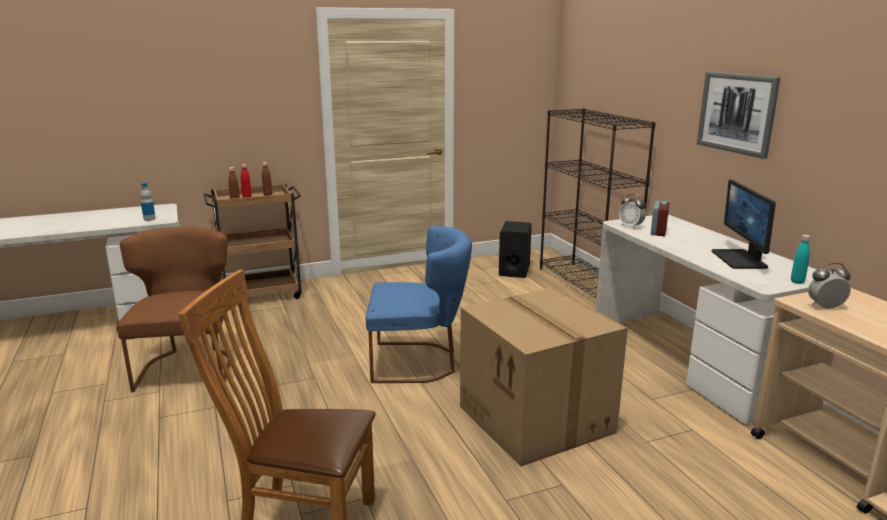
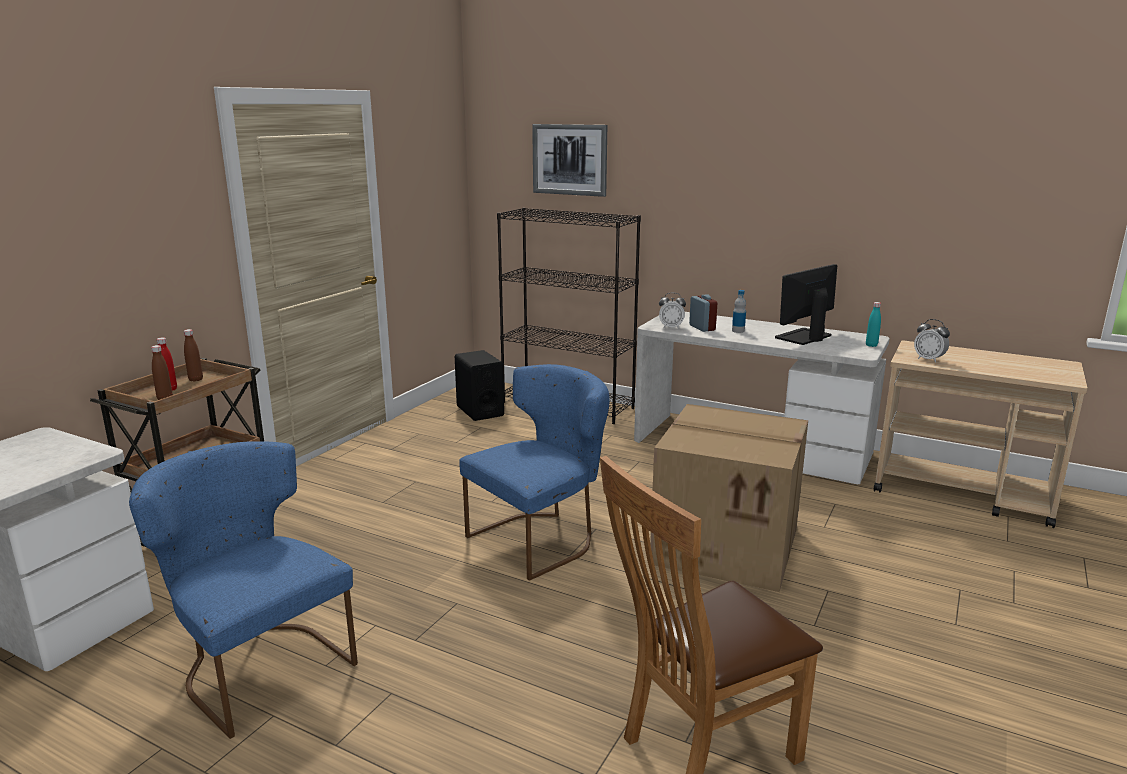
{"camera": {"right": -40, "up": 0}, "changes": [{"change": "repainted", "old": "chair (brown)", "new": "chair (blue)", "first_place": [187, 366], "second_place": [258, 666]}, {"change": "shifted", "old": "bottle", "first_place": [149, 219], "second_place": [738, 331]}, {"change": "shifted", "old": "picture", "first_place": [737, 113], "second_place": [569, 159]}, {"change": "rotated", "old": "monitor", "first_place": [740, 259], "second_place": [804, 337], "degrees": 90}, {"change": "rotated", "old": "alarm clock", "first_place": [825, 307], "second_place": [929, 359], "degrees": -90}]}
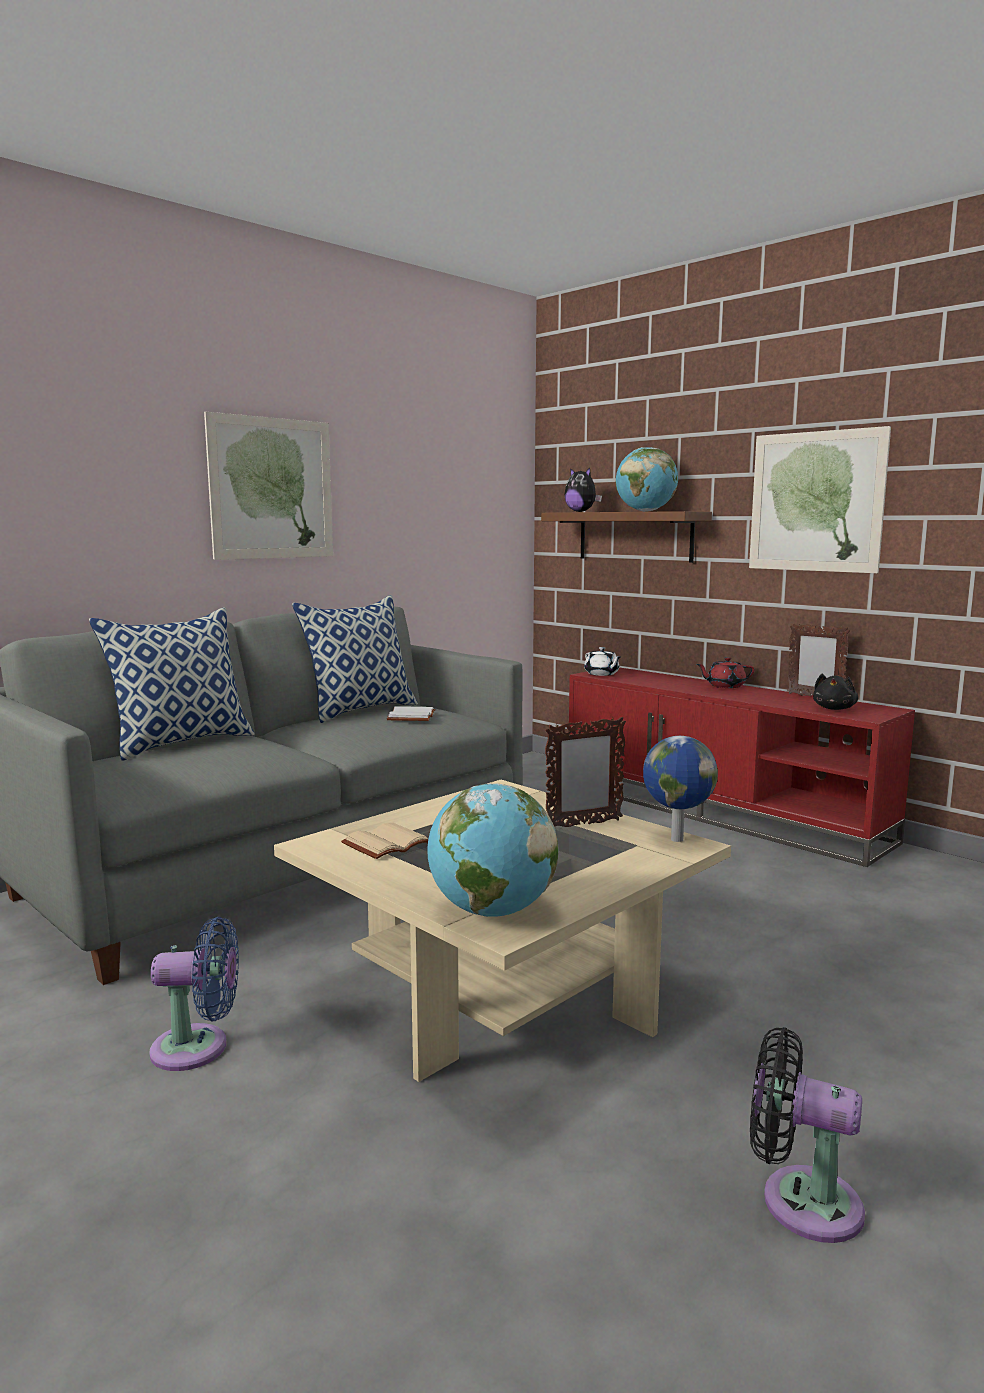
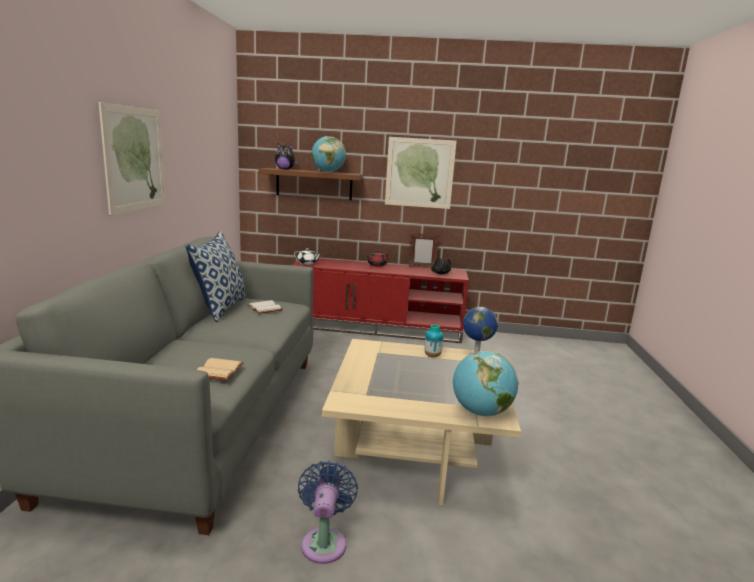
{"camera": {"right": -40, "up": 5}, "changes": [{"change": "gone", "old": "pillow", "first_place": [181, 743]}, {"change": "rotated", "old": "fan (blue)", "first_place": [198, 1048], "second_place": [324, 541], "degrees": -45}, {"change": "shifted", "old": "book (beige)", "first_place": [386, 843], "second_place": [218, 370]}, {"change": "swapped", "old": "picture frame", "new": "vase", "first_place": [583, 824], "second_place": [432, 356]}, {"change": "gone", "old": "fan (black)", "first_place": [800, 1200]}]}
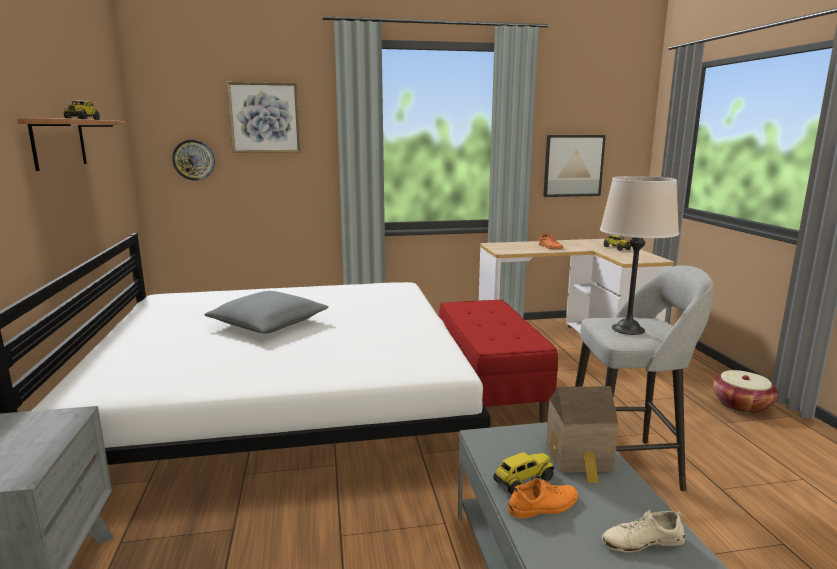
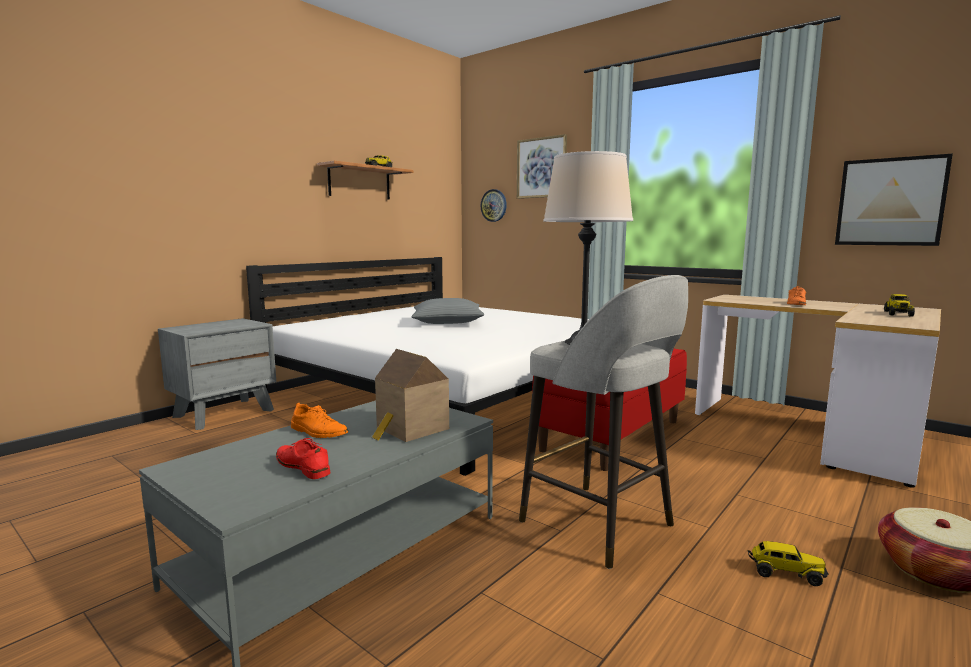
{"camera": {"right": 50, "up": -5}, "changes": [{"change": "shifted", "old": "toy truck", "first_place": [522, 481], "second_place": [785, 573]}, {"change": "repainted", "old": "shoe (beige)", "new": "shoe (red)", "first_place": [642, 541], "second_place": [303, 467]}]}
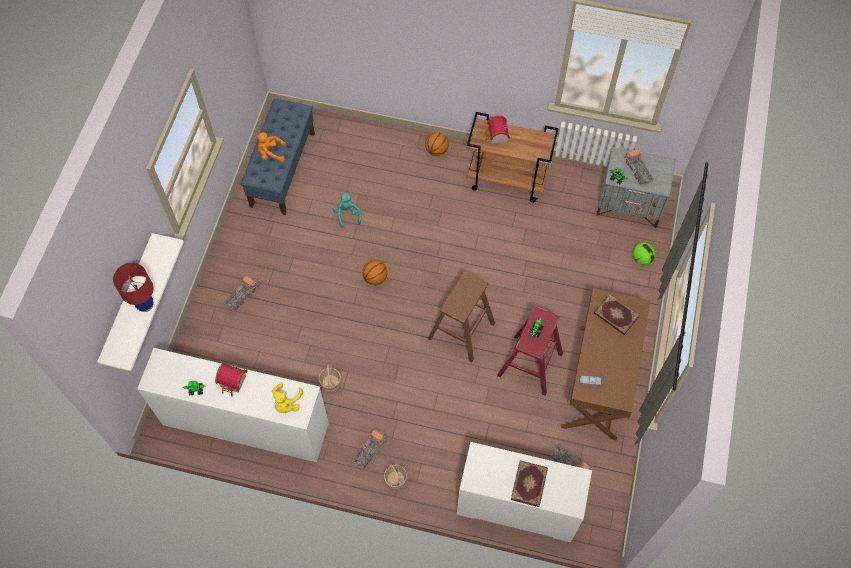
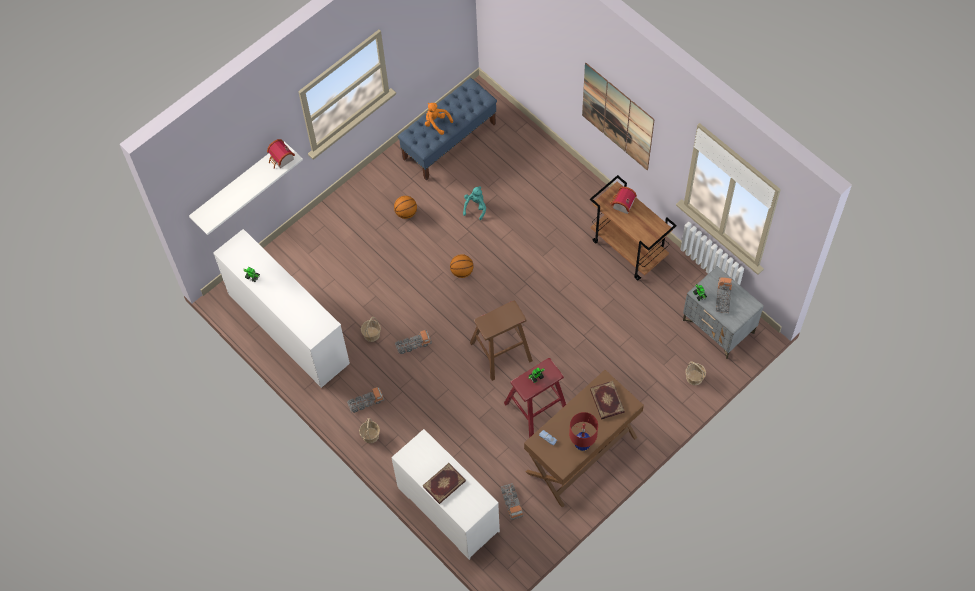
{"camera": {"right": 35, "up": 0}, "changes": [{"change": "shifted", "old": "table lamp (red)", "first_place": [145, 305], "second_place": [582, 445]}, {"change": "shifted", "old": "toy house", "first_place": [233, 382], "second_place": [281, 159]}, {"change": "shifted", "old": "toy truck", "first_place": [241, 295], "second_place": [413, 344]}, {"change": "gone", "old": "plush toy (yellow)", "first_place": [286, 403]}, {"change": "shifted", "old": "basketball", "first_place": [436, 150], "second_place": [406, 213]}, {"change": "swapped", "old": "football", "new": "basket", "first_place": [642, 259], "second_place": [694, 377]}, {"change": "new", "new": "picture", "second_place": [617, 116]}]}
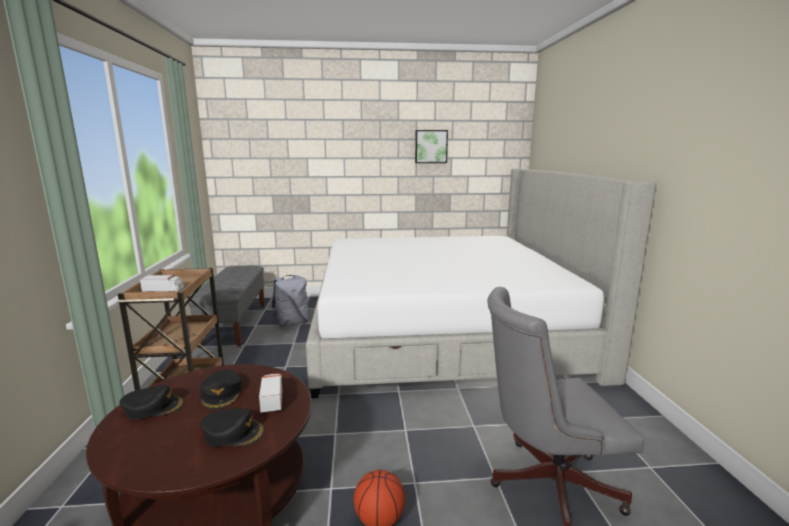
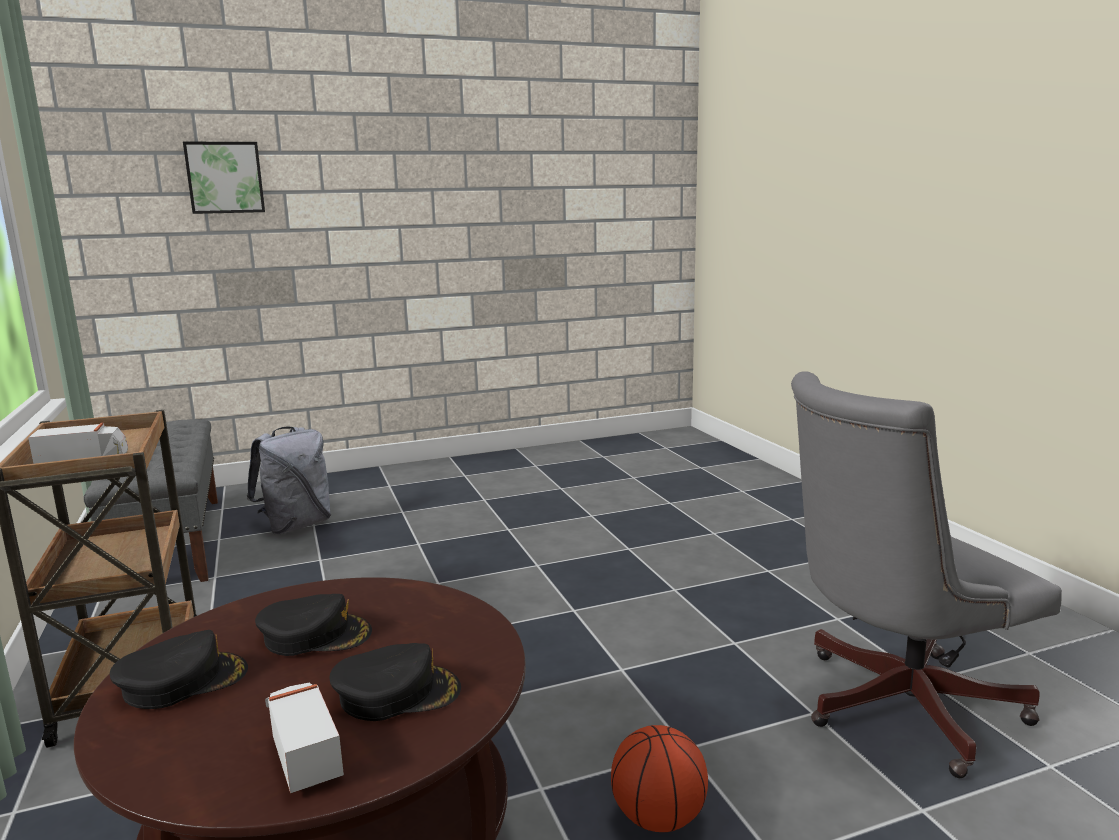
{"camera": {"right": -15, "up": 0}, "changes": [{"change": "rotated", "old": "cap (black)", "first_place": [222, 393], "second_place": [316, 635], "degrees": -60}, {"change": "shifted", "old": "toy truck", "first_place": [272, 400], "second_place": [304, 753]}, {"change": "gone", "old": "bed", "first_place": [442, 331]}, {"change": "shifted", "old": "picture", "first_place": [431, 146], "second_place": [225, 178]}]}
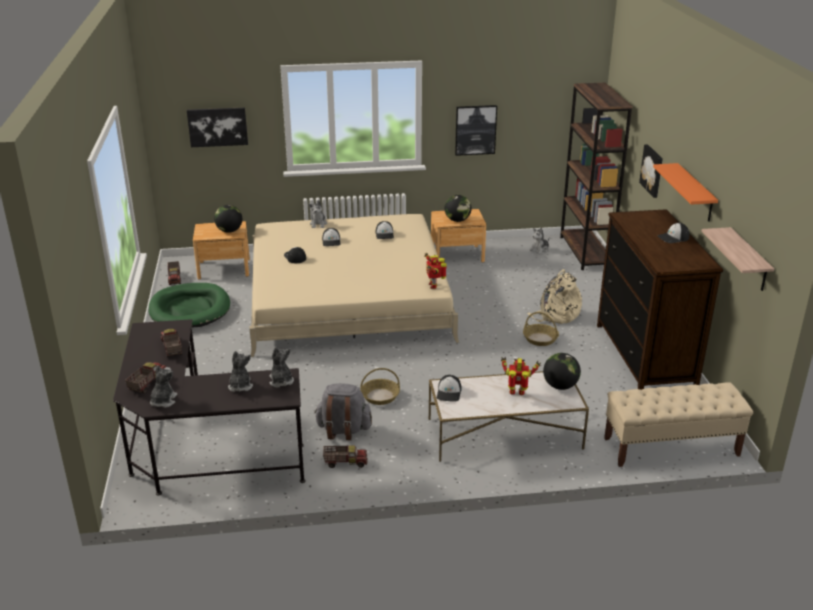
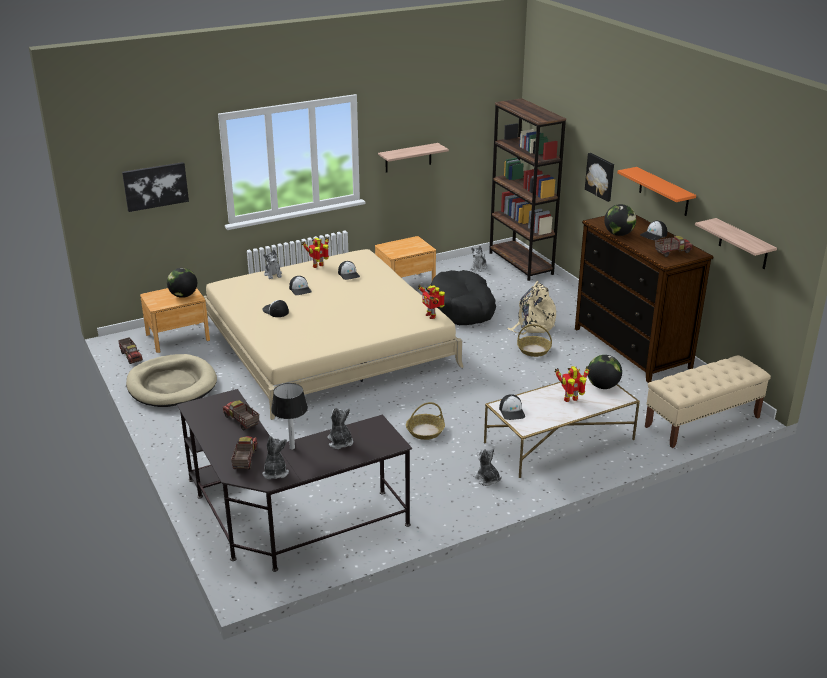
{"camera": {"right": -20, "up": 0}, "changes": [{"change": "repainted", "old": "dog bed (green)", "new": "dog bed (beige)", "first_place": [190, 309], "second_place": [171, 385]}, {"change": "shifted", "old": "plush toy", "first_place": [281, 381], "second_place": [487, 479]}, {"change": "gone", "old": "backpack (grey)", "first_place": [343, 430]}, {"change": "shifted", "old": "toy truck", "first_place": [345, 462], "second_place": [672, 252]}, {"change": "shifted", "old": "globe", "first_place": [457, 220], "second_place": [618, 234]}, {"change": "swapped", "old": "picture", "new": "shelf", "first_place": [475, 130], "second_place": [408, 158]}, {"change": "new", "new": "table lamp", "second_place": [292, 448]}, {"change": "new", "new": "toy robot", "second_place": [318, 266]}, {"change": "new", "new": "dog bed (black)", "second_place": [461, 308]}]}
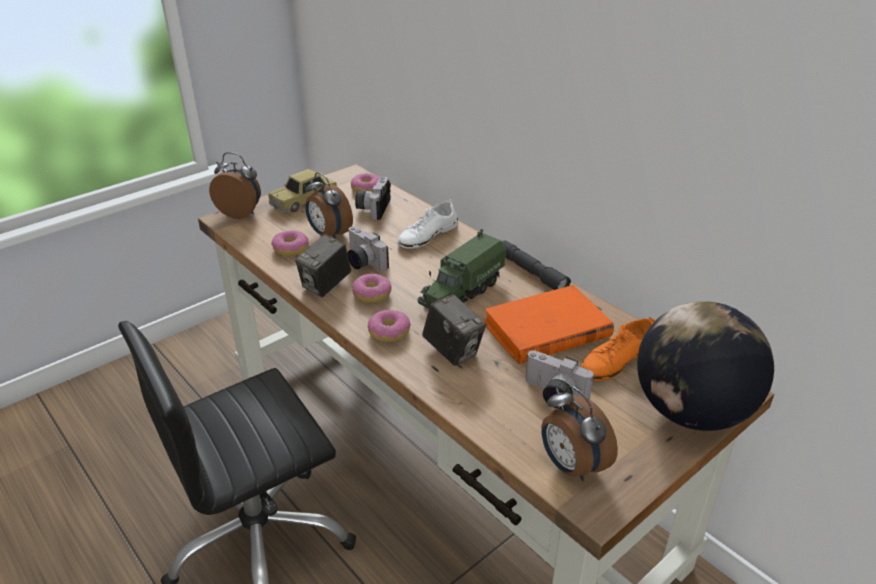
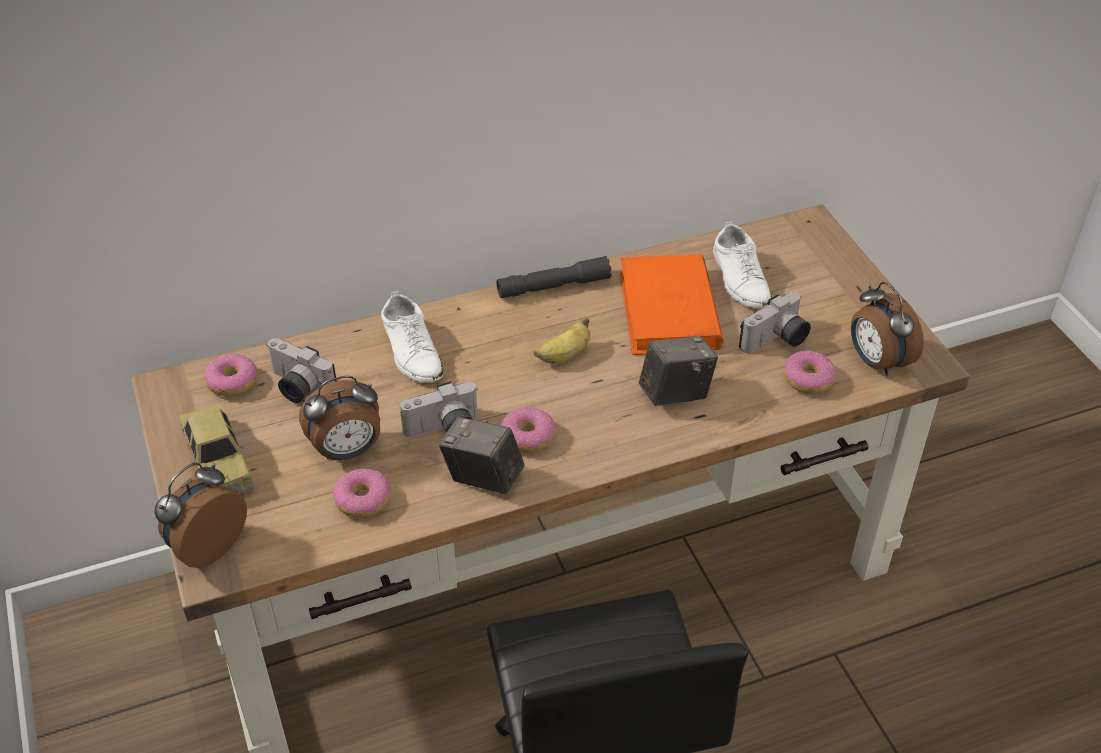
{"camera": {"right": -70, "up": 10}, "changes": [{"change": "rotated", "old": "photo camera", "first_place": [326, 285], "second_place": [483, 478], "degrees": 150}, {"change": "shifted", "old": "donut", "first_place": [389, 332], "second_place": [808, 379]}, {"change": "swapped", "old": "toy truck", "new": "banana", "first_place": [461, 292], "second_place": [564, 355]}, {"change": "rotated", "old": "alarm clock", "first_place": [570, 466], "second_place": [876, 362], "degrees": 75}, {"change": "repainted", "old": "shoe (orange)", "new": "shoe (white)", "first_place": [617, 360], "second_place": [740, 278]}, {"change": "gone", "old": "globe", "first_place": [690, 411]}]}
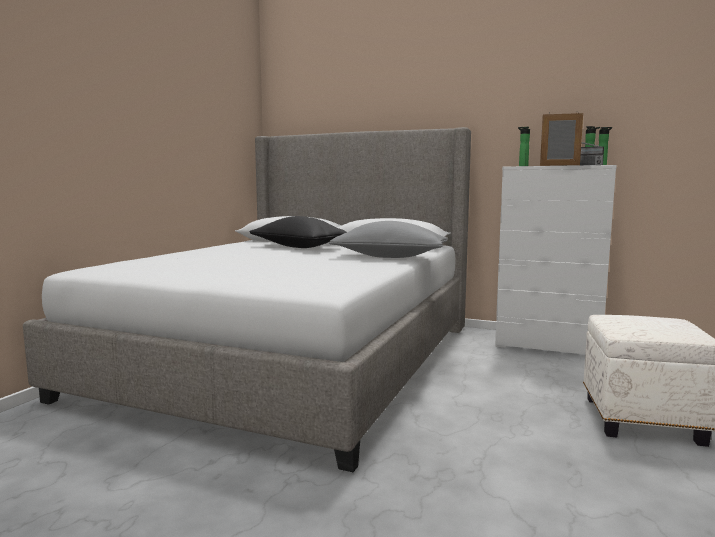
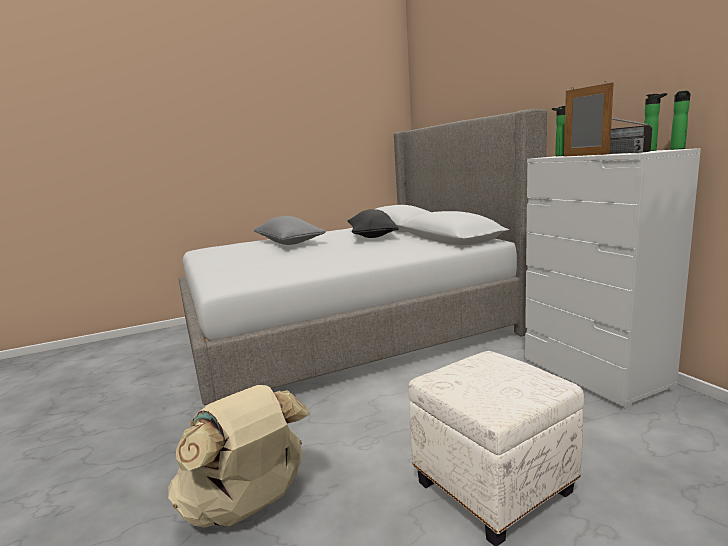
{"camera": {"right": 45, "up": 5}, "changes": [{"change": "shifted", "old": "pillow (grey)", "first_place": [390, 257], "second_place": [289, 243]}, {"change": "new", "new": "backpack (beige)", "second_place": [247, 506]}]}
